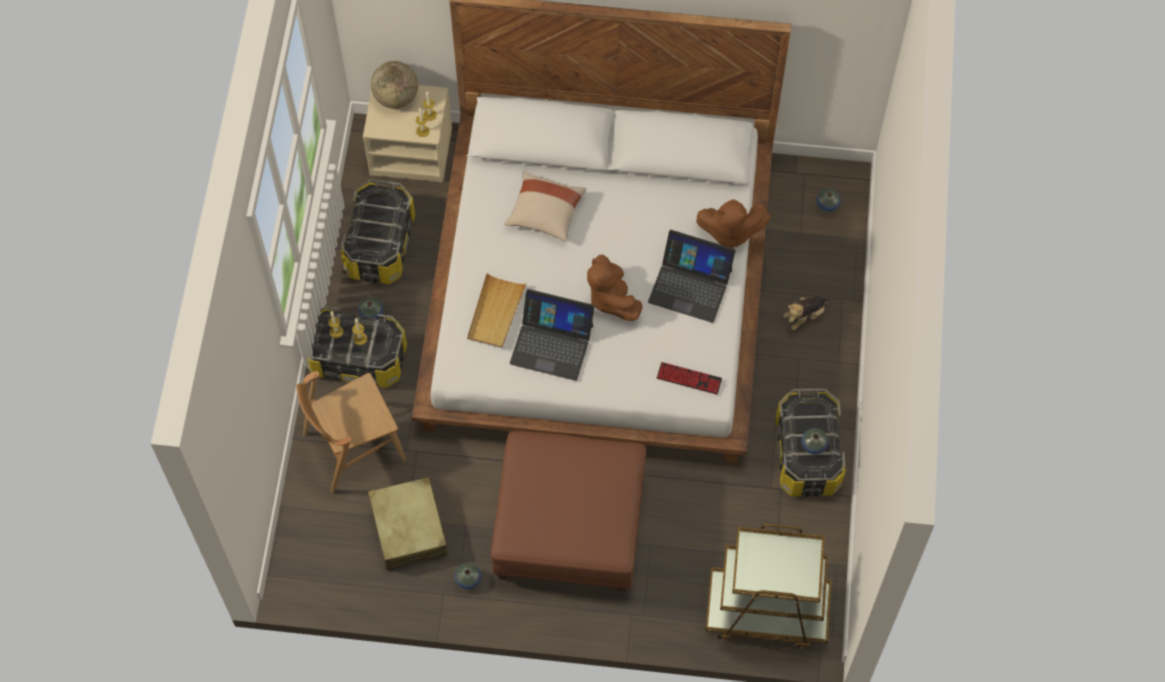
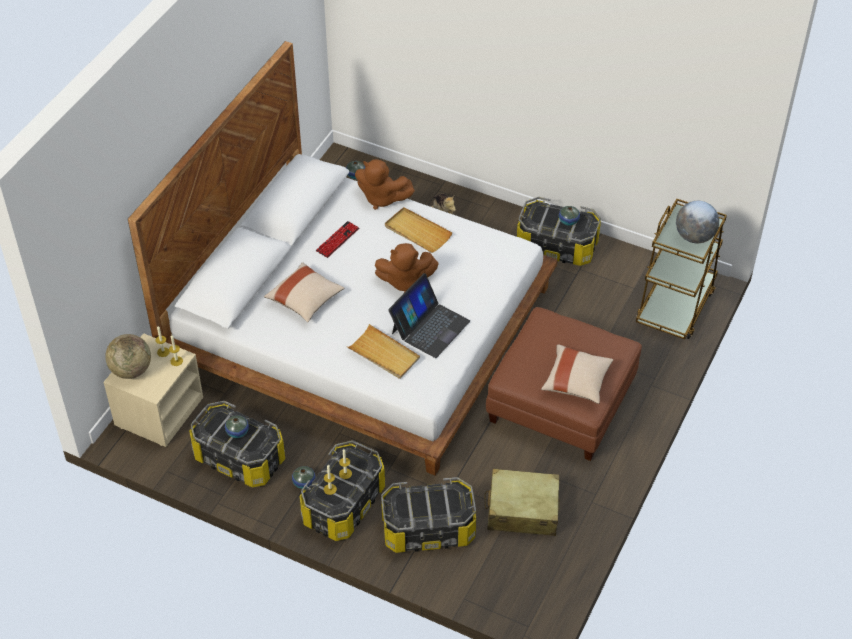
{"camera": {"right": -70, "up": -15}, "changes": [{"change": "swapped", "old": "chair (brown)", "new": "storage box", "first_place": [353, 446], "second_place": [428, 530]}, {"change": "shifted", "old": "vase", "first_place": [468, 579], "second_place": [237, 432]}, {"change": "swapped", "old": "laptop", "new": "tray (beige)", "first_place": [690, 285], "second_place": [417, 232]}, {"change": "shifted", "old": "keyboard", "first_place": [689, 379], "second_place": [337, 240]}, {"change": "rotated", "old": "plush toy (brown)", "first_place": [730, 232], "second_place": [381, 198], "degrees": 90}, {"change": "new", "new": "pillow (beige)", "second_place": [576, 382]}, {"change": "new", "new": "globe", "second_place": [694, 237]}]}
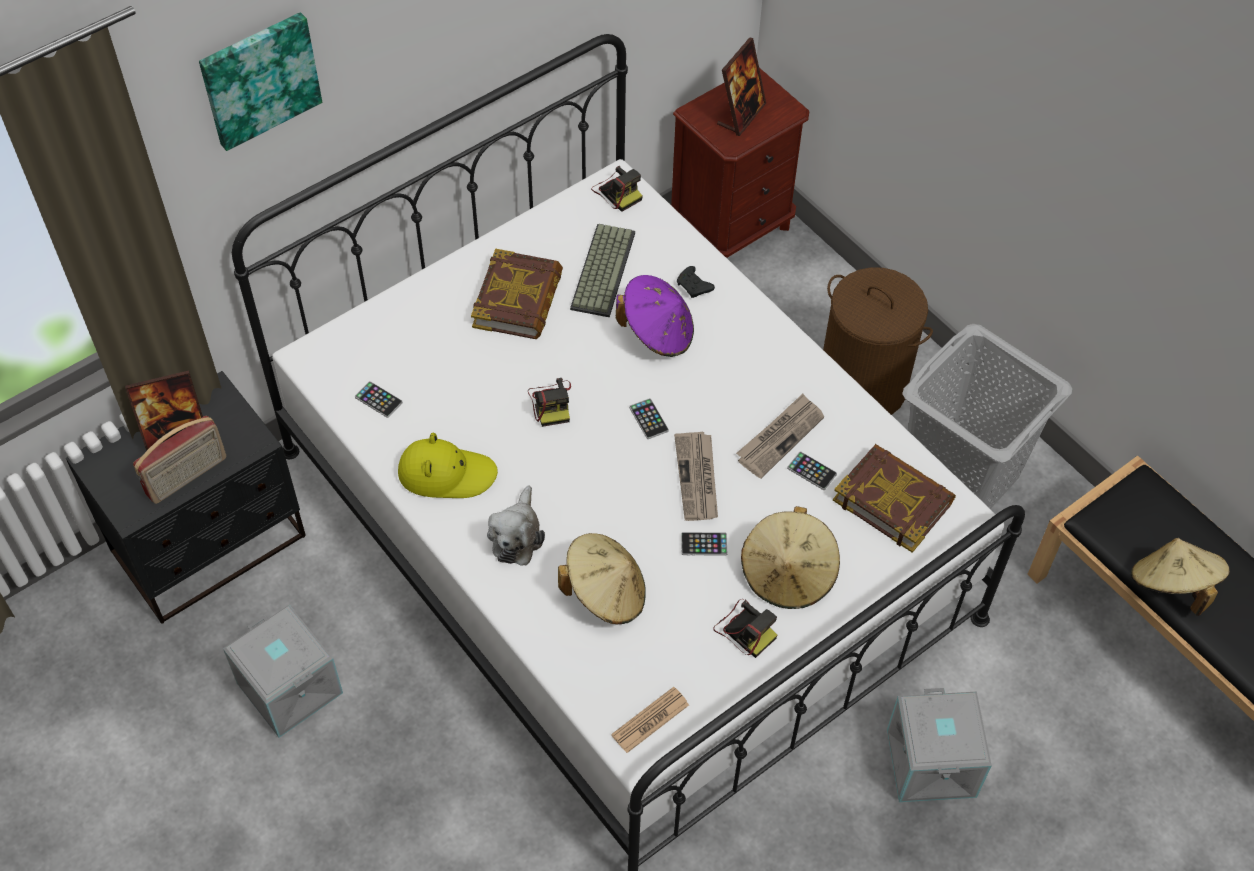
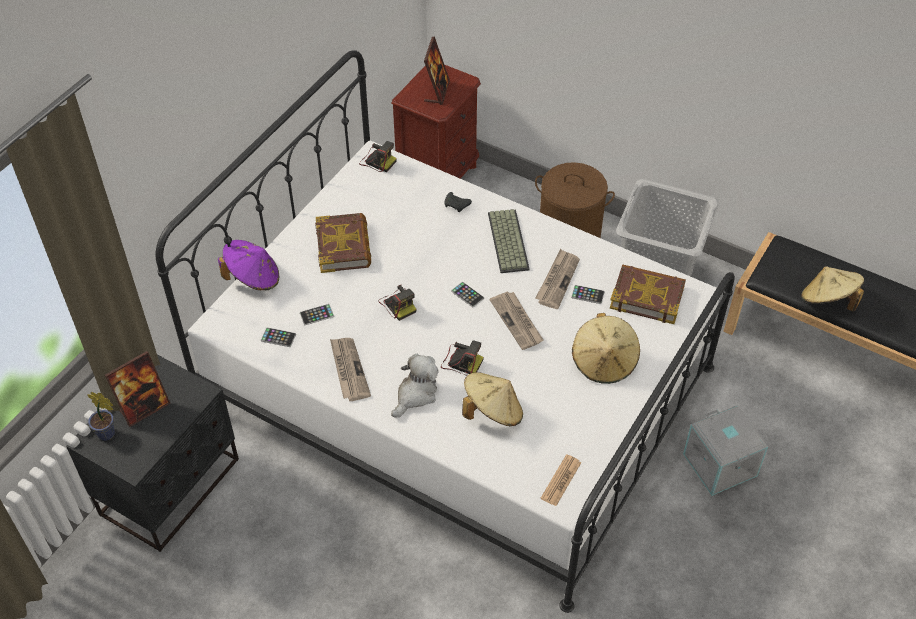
{"camera": {"right": -20, "up": -5}, "changes": [{"change": "gone", "old": "radio", "first_place": [187, 477]}, {"change": "gone", "old": "picture", "first_place": [259, 79]}, {"change": "gone", "old": "storage box (grey)", "first_place": [288, 688]}, {"change": "swapped", "old": "hat (yellow)", "new": "newspaper", "first_place": [446, 473], "second_place": [348, 370]}, {"change": "rotated", "old": "plush toy", "first_place": [516, 535], "second_place": [415, 394], "degrees": -135}, {"change": "shifted", "old": "keyboard", "first_place": [601, 269], "second_place": [506, 241]}, {"change": "shifted", "old": "hat (purple)", "first_place": [657, 332], "second_place": [253, 278]}, {"change": "shifted", "old": "phone", "first_place": [704, 544], "second_place": [317, 315]}, {"change": "shifted", "old": "photo camera", "first_place": [745, 629], "second_place": [461, 361]}, {"change": "new", "new": "potted plant", "second_place": [108, 434]}]}
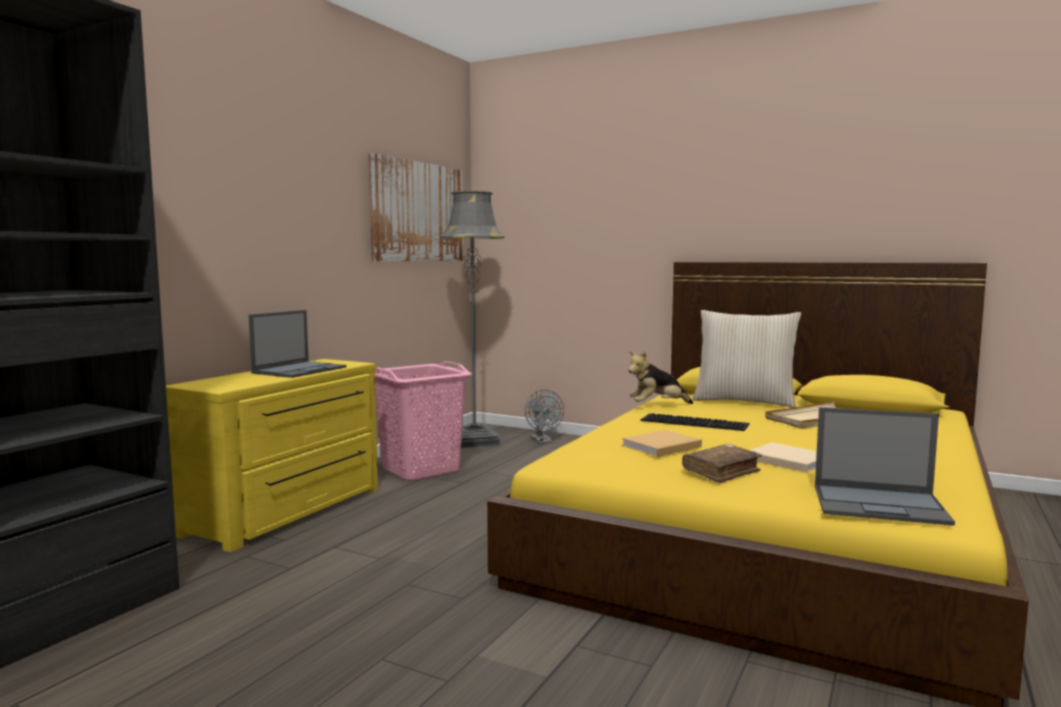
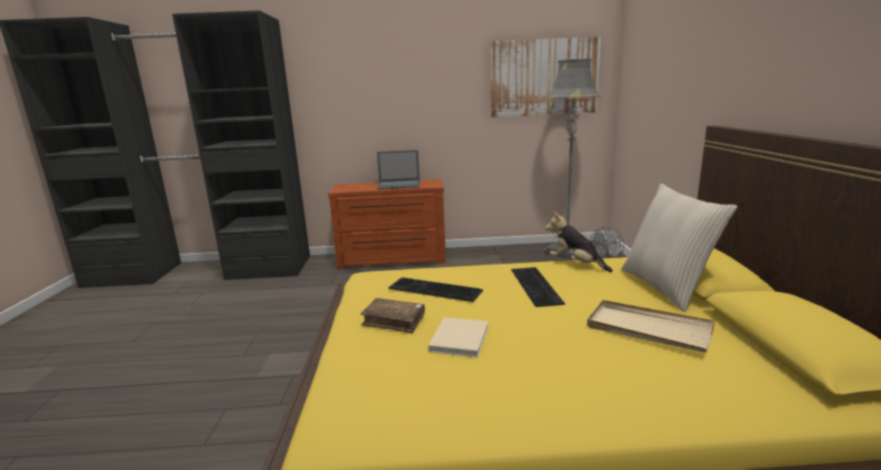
{"camera": {"right": 60, "up": 10}, "changes": [{"change": "repainted", "old": "dresser (yellow)", "new": "dresser (brown)", "first_place": [290, 511], "second_place": [392, 259]}, {"change": "gone", "old": "laundry basket (pink)", "first_place": [420, 470]}, {"change": "swapped", "old": "book (beige)", "new": "keyboard", "first_place": [659, 446], "second_place": [433, 290]}, {"change": "gone", "old": "laptop", "first_place": [881, 505]}]}
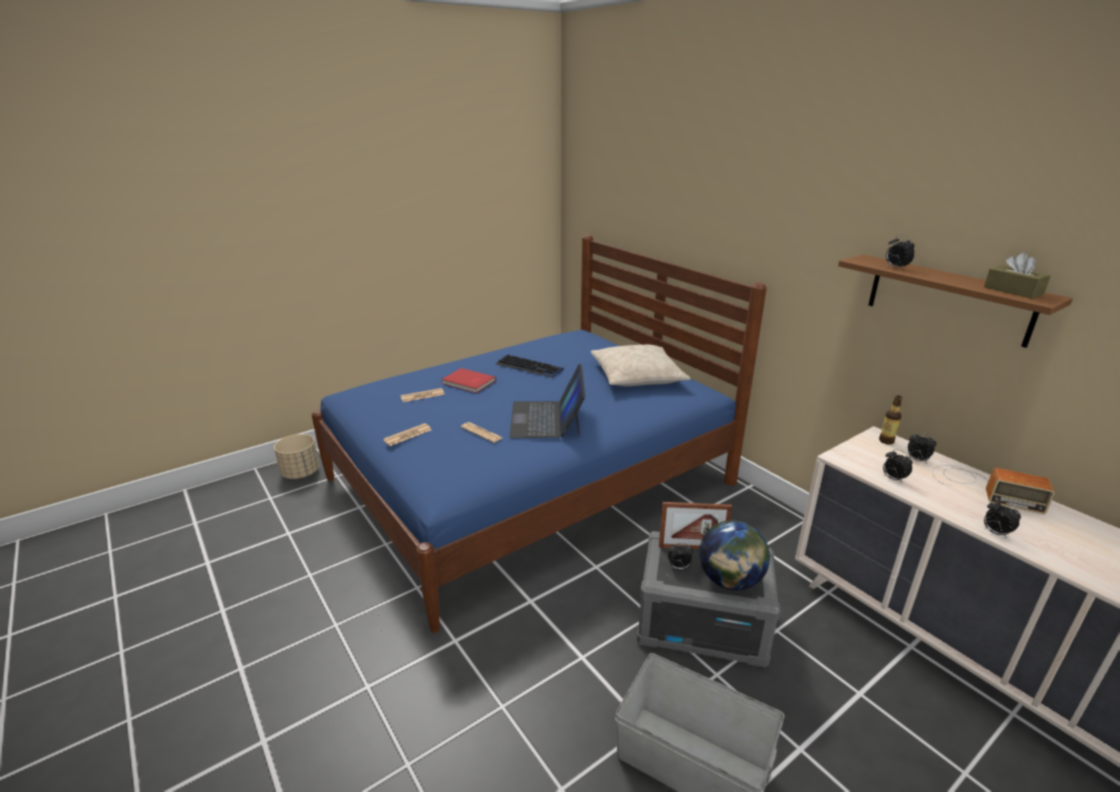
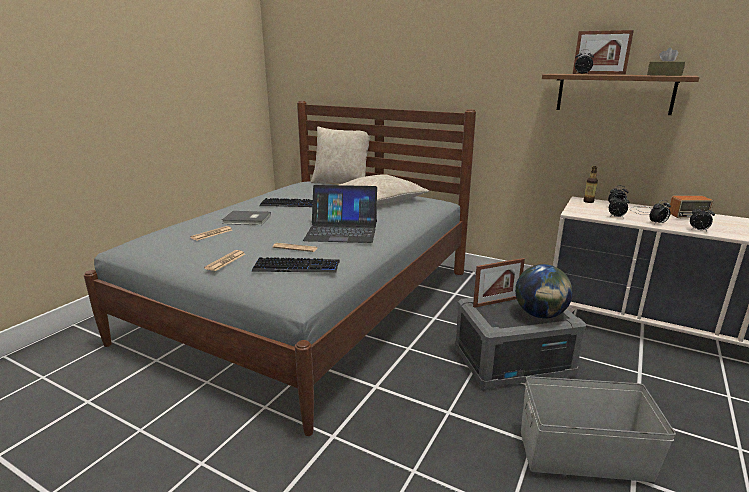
{"camera": {"right": -25, "up": -5}, "changes": [{"change": "gone", "old": "planter (beige)", "first_place": [301, 473]}, {"change": "repainted", "old": "bed (blue)", "new": "bed (grey)", "first_place": [530, 481], "second_place": [308, 304]}, {"change": "repainted", "old": "book (red)", "new": "book (grey)", "first_place": [468, 382], "second_place": [247, 220]}, {"change": "rotated", "old": "laptop", "first_place": [547, 419], "second_place": [342, 231], "degrees": -60}, {"change": "shifted", "old": "alarm clock", "first_place": [678, 568], "second_place": [658, 223]}, {"change": "new", "new": "keyboard", "second_place": [296, 267]}, {"change": "new", "new": "pillow (beige)", "second_place": [341, 183]}, {"change": "new", "new": "picture frame", "second_place": [598, 74]}]}
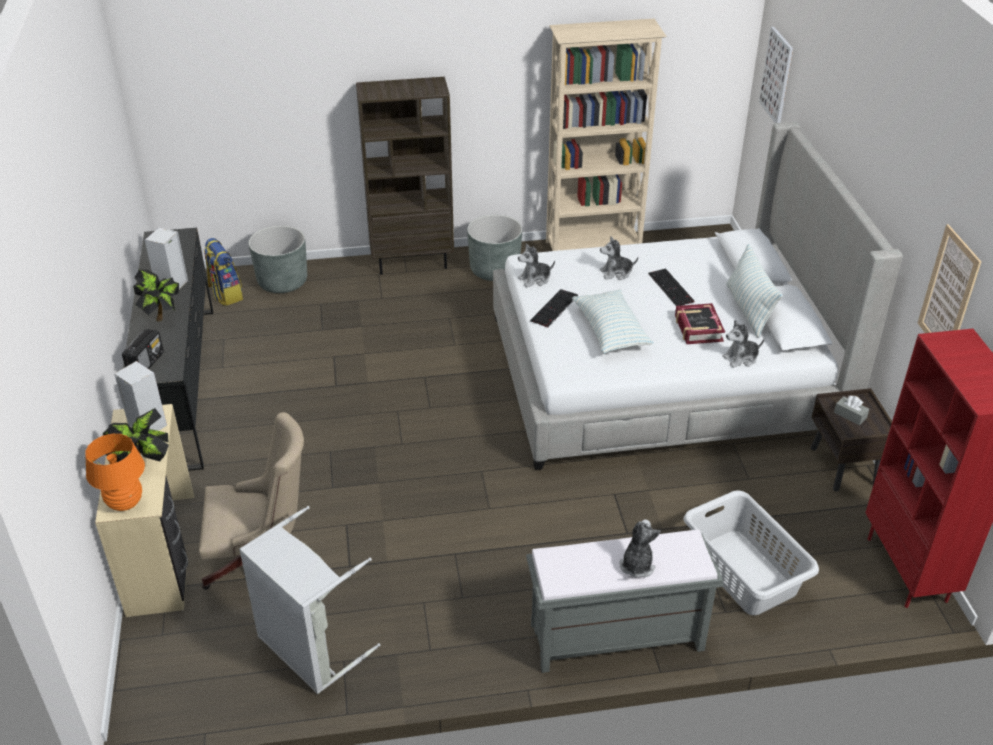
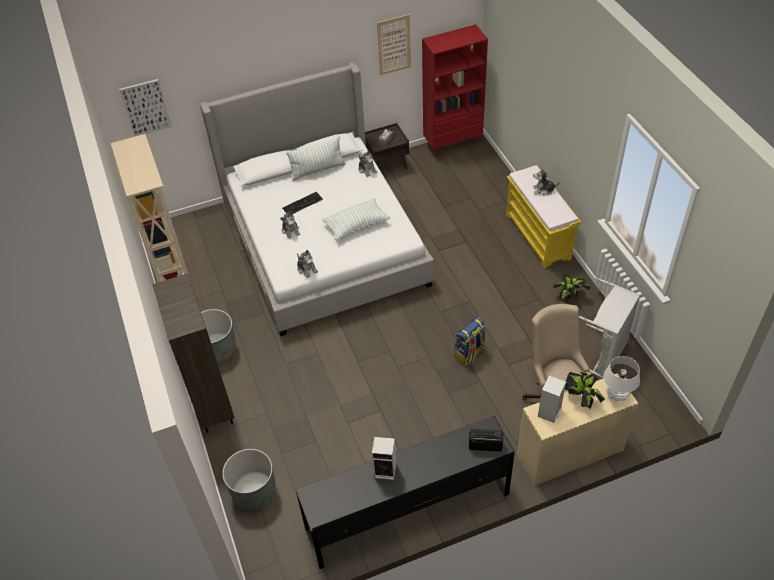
{"camera": {"right": -100, "up": 10}, "changes": [{"change": "repainted", "old": "table lamp (orange)", "new": "table lamp (white)", "first_place": [125, 503], "second_place": [617, 394]}, {"change": "shifted", "old": "potted plant", "first_place": [161, 315], "second_place": [569, 298]}, {"change": "shifted", "old": "backpack", "first_place": [225, 294], "second_place": [469, 354]}, {"change": "repainted", "old": "bench (grey)", "new": "bench (yellow)", "first_place": [615, 638], "second_place": [538, 237]}, {"change": "gone", "old": "keyboard", "first_place": [554, 309]}, {"change": "gone", "old": "book", "first_place": [698, 328]}, {"change": "gone", "old": "laundry basket (grey)", "first_place": [743, 573]}]}
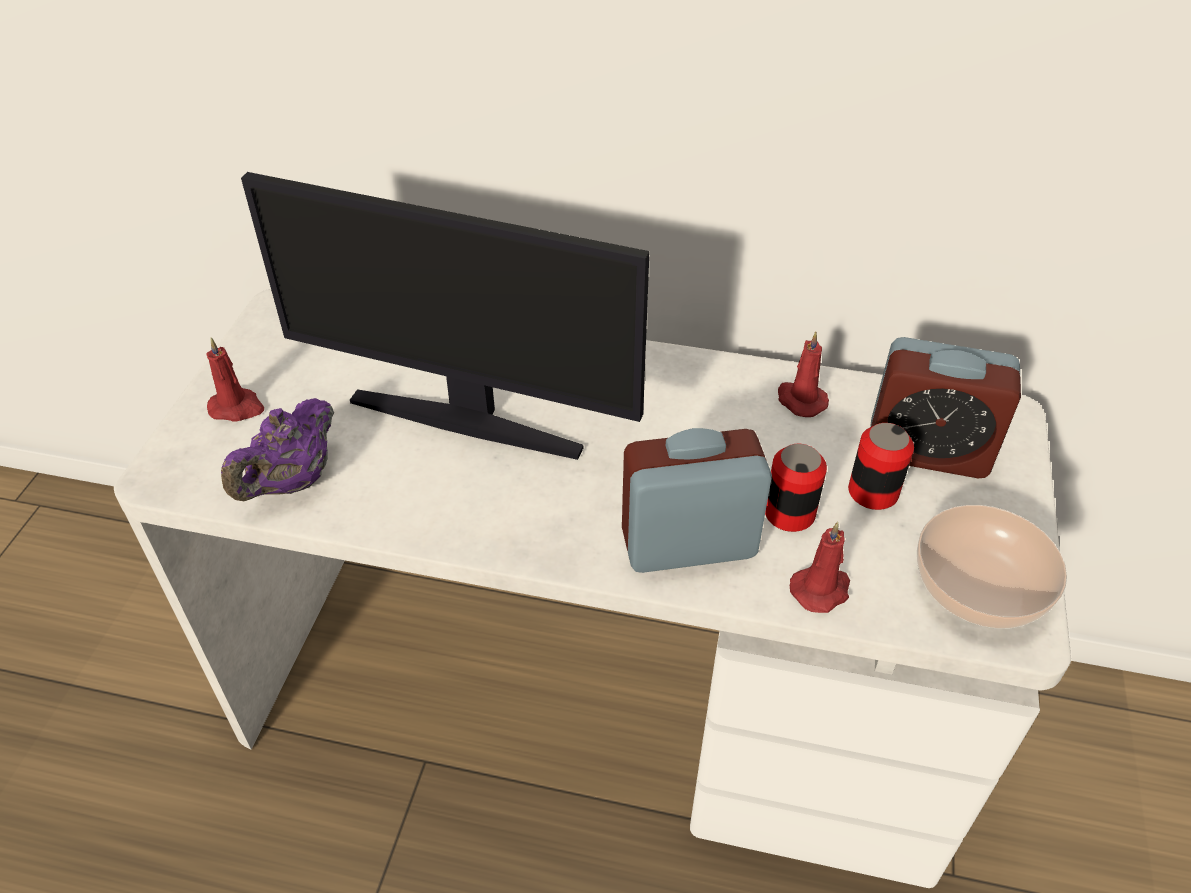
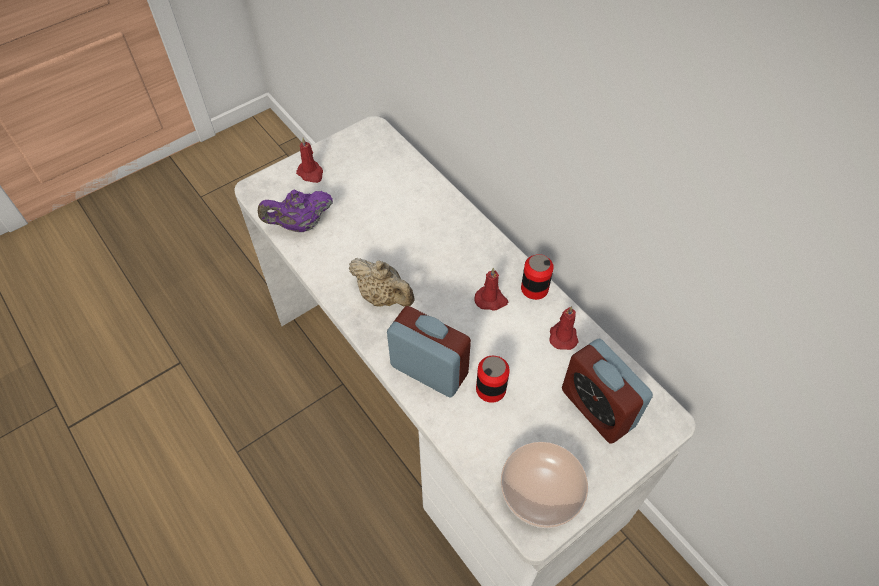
{"camera": {"right": 40, "up": 10}, "changes": [{"change": "gone", "old": "monitor", "first_place": [467, 419]}, {"change": "shifted", "old": "candle (red)", "first_place": [821, 589], "second_place": [491, 300]}, {"change": "shifted", "old": "can", "first_place": [873, 492], "second_place": [534, 289]}, {"change": "new", "new": "teapot (beige)", "second_place": [384, 296]}]}
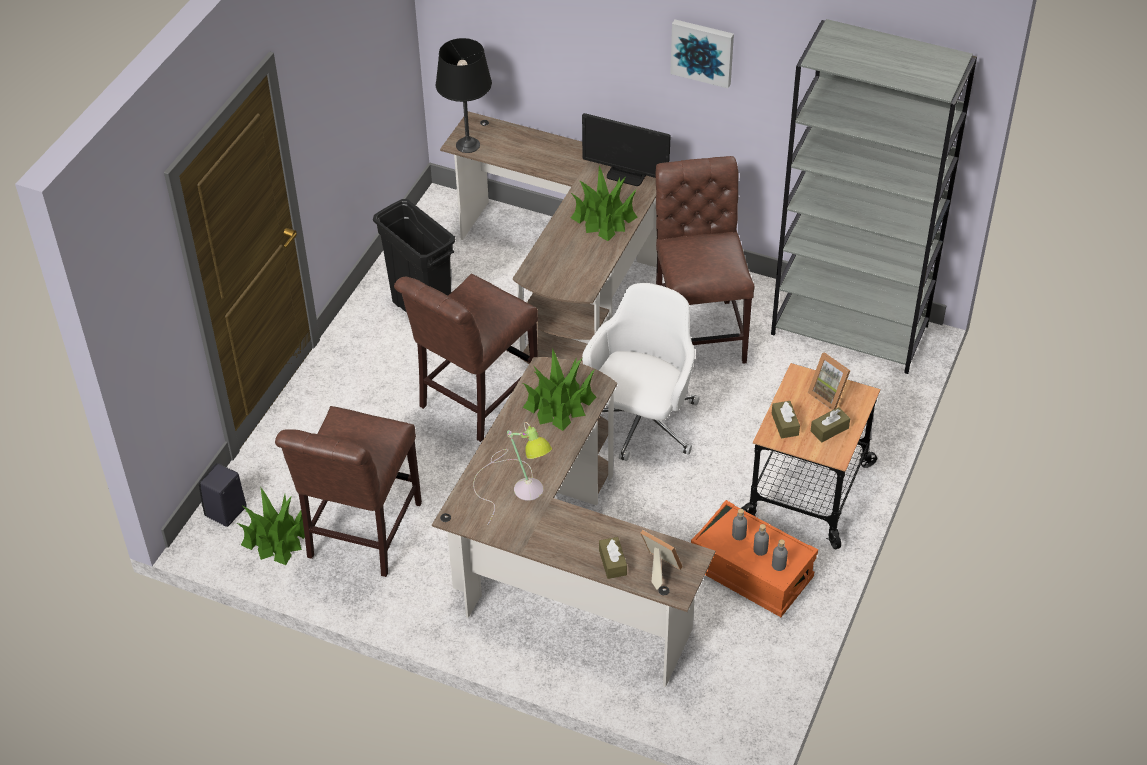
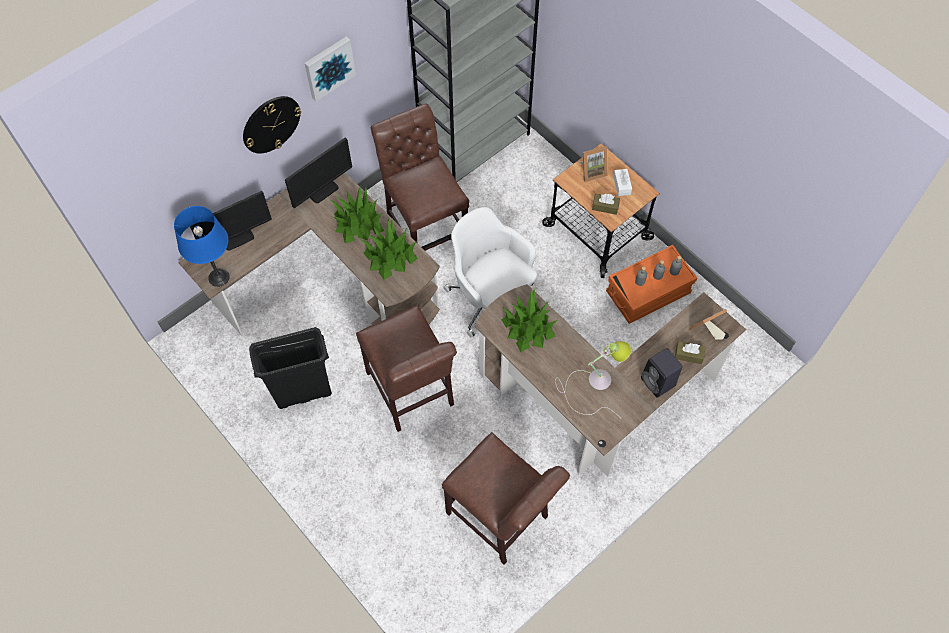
{"camera": {"right": -65, "up": 15}, "changes": [{"change": "shifted", "old": "speaker (black)", "first_place": [225, 512], "second_place": [659, 382]}, {"change": "shifted", "old": "potted plant", "first_place": [275, 537], "second_place": [390, 256]}, {"change": "repainted", "old": "table lamp (black)", "new": "table lamp (blue)", "first_place": [467, 145], "second_place": [218, 277]}, {"change": "rotated", "old": "chair (brown)", "first_place": [699, 330], "second_place": [425, 227], "degrees": 45}, {"change": "repainted", "old": "tissue box (brown)", "new": "tissue box (white)", "first_place": [829, 429], "second_place": [621, 185]}, {"change": "new", "new": "monitor", "second_place": [237, 237]}, {"change": "new", "new": "wall clock", "second_place": [271, 124]}]}
